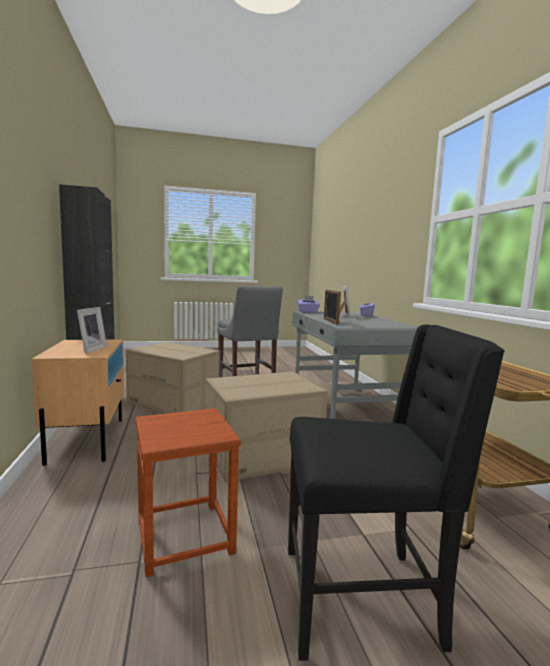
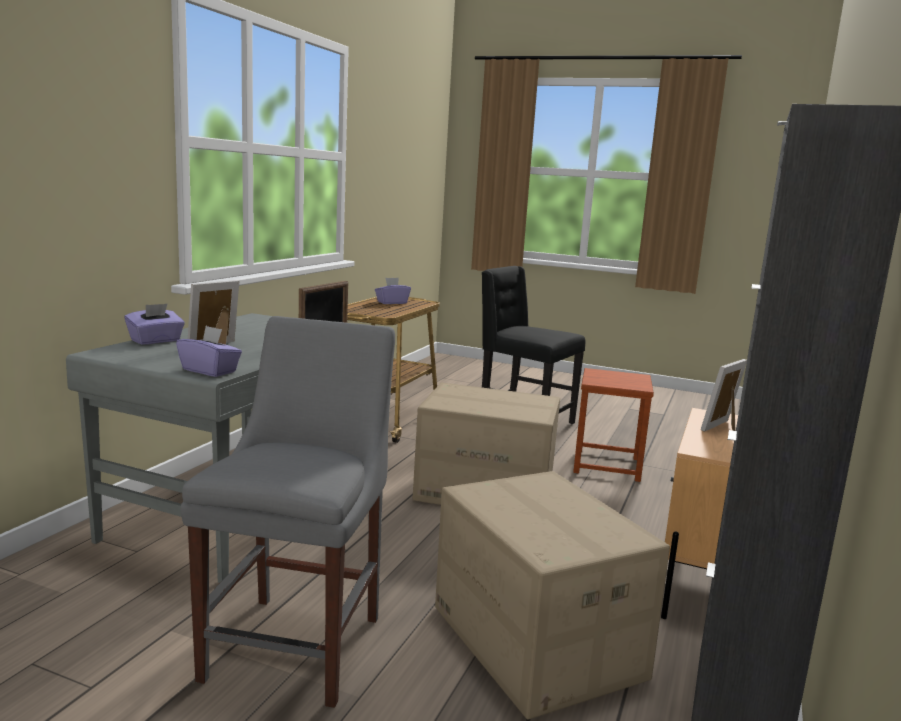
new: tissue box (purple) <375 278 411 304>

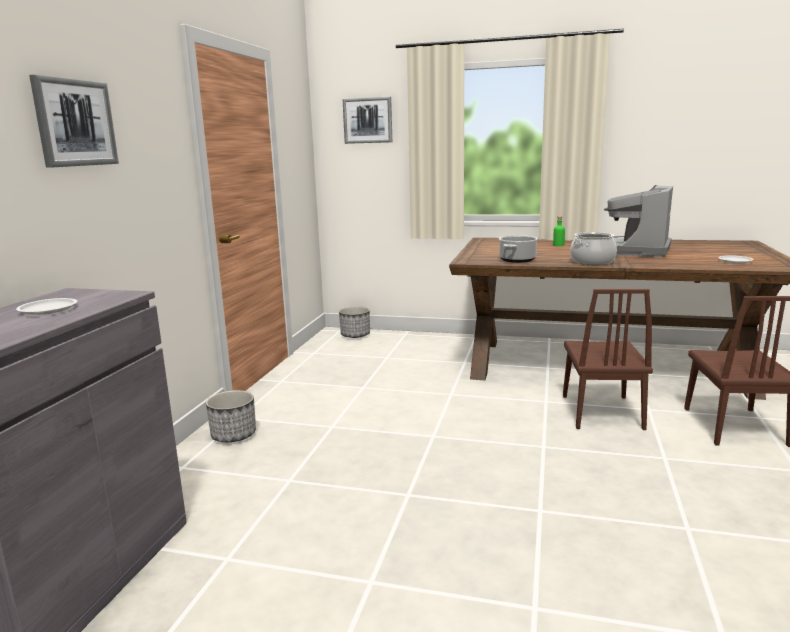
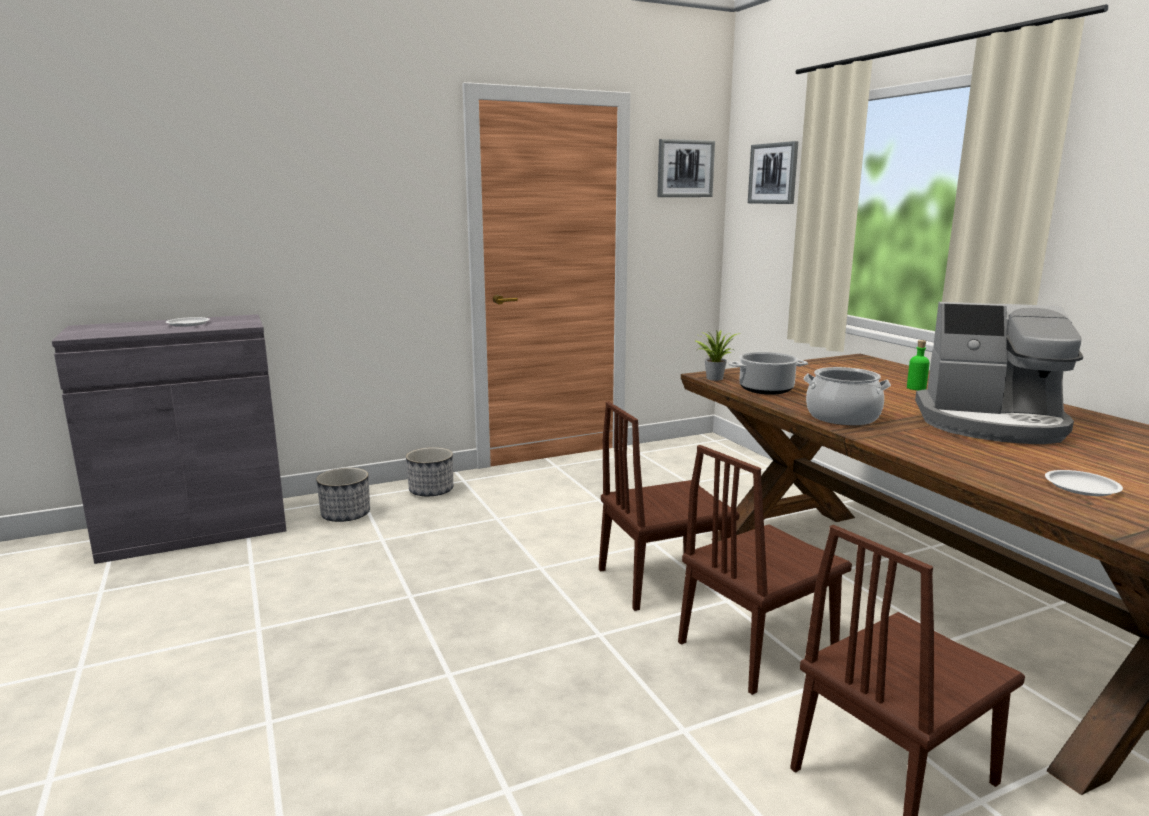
new: chair (brown) <599 401 739 611>; potted plant <694 330 741 381>
shifted: picture <29 75 119 168> to <657 139 715 197>; planter <339 306 370 338> to <316 468 370 522>
rotated: coffee machine <604 185 673 257> = <915 302 1083 444> 150 degrees counterclockwise

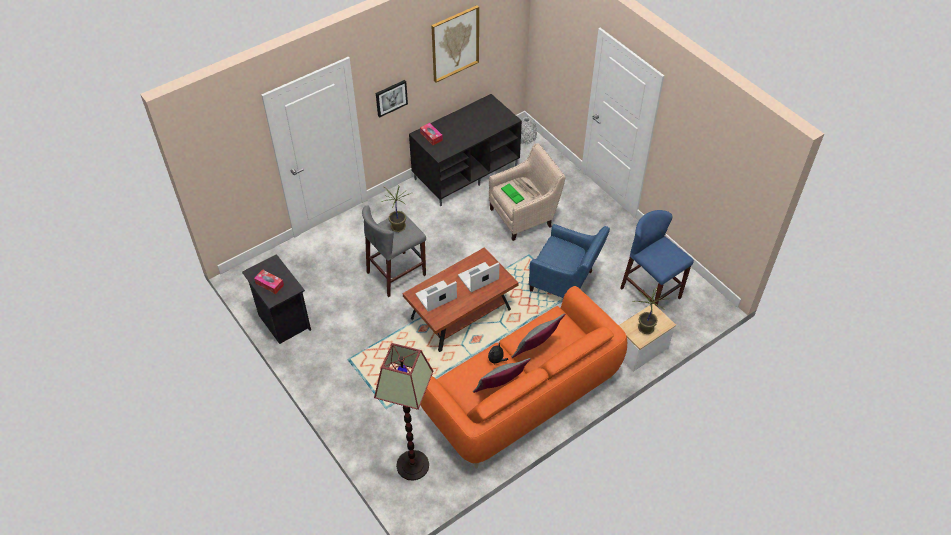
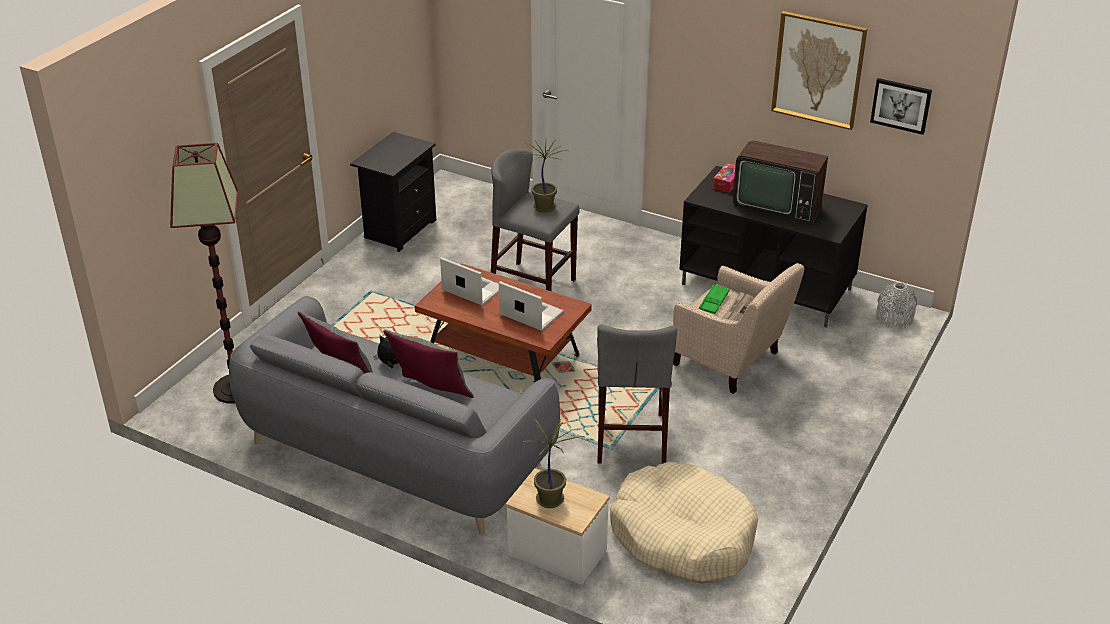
gone: tissue box <254 270 284 294>
new: television <733 141 828 224>
shifted: picture <376 80 408 118> to <870 78 932 135>
swapped: armchair (blue) <529 224 610 298> to stool (grey) <597 324 677 464>; stool (blue) <620 210 694 306> to dog bed (beige) <610 462 758 584>
repainted: sofa (orange) <421 286 627 469> to sofa (grey) <229 296 560 535>

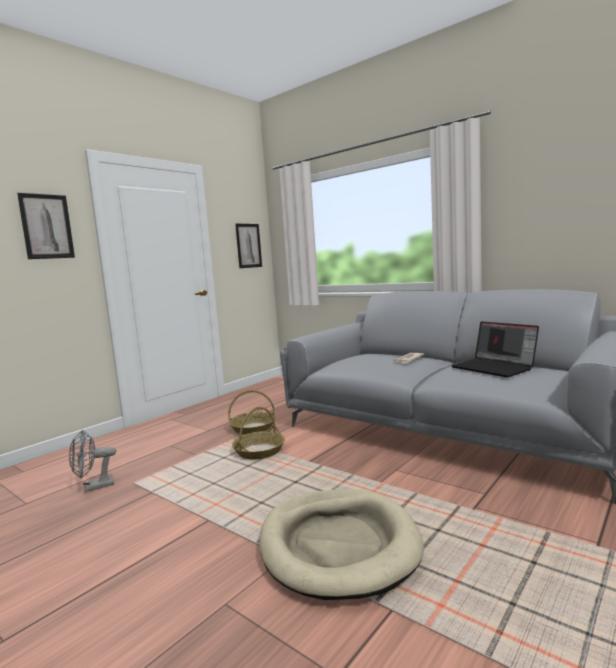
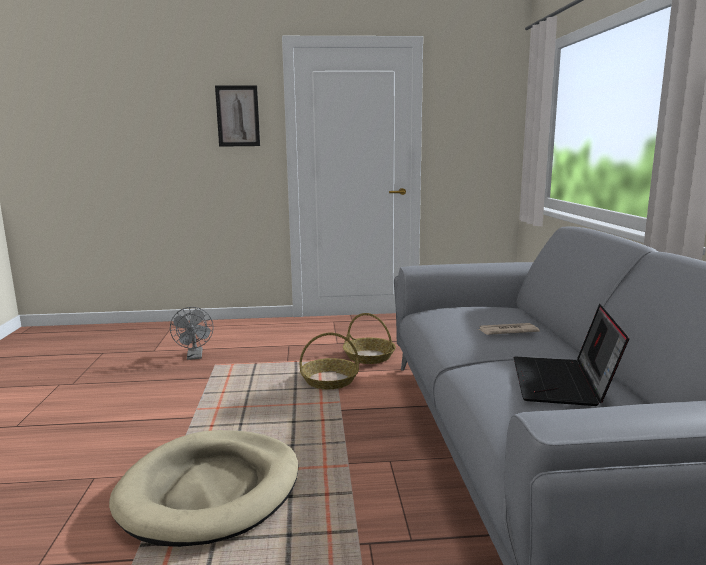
gone: picture <235 224 262 268>
rotated: fan (grey) <69 430 116 492> = <170 307 214 360> 120 degrees counterclockwise

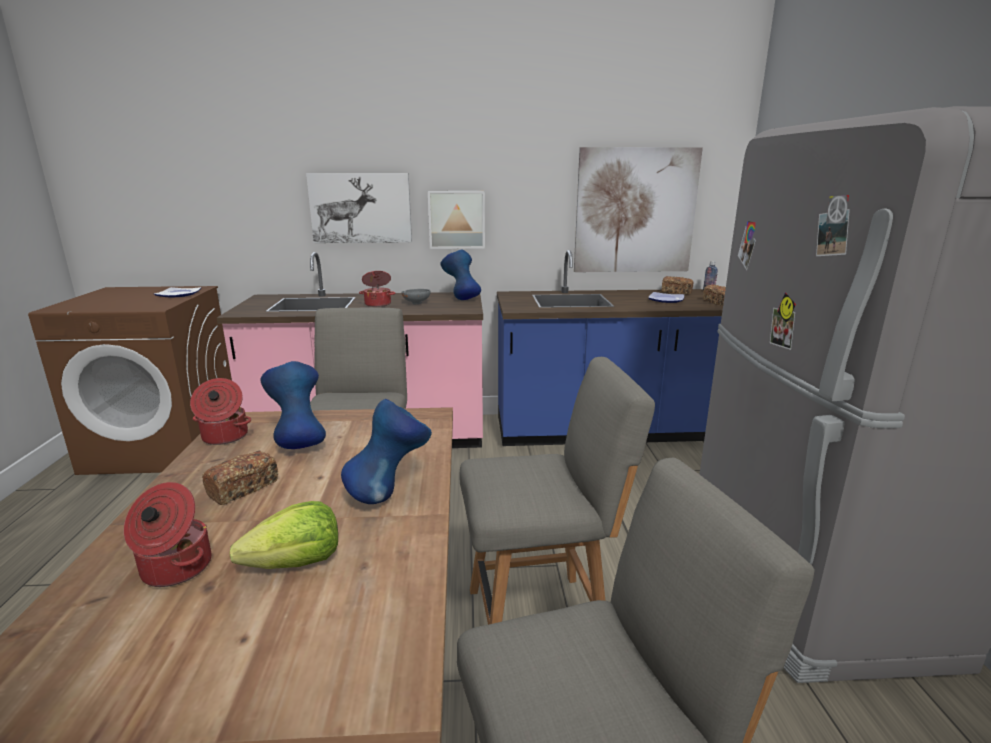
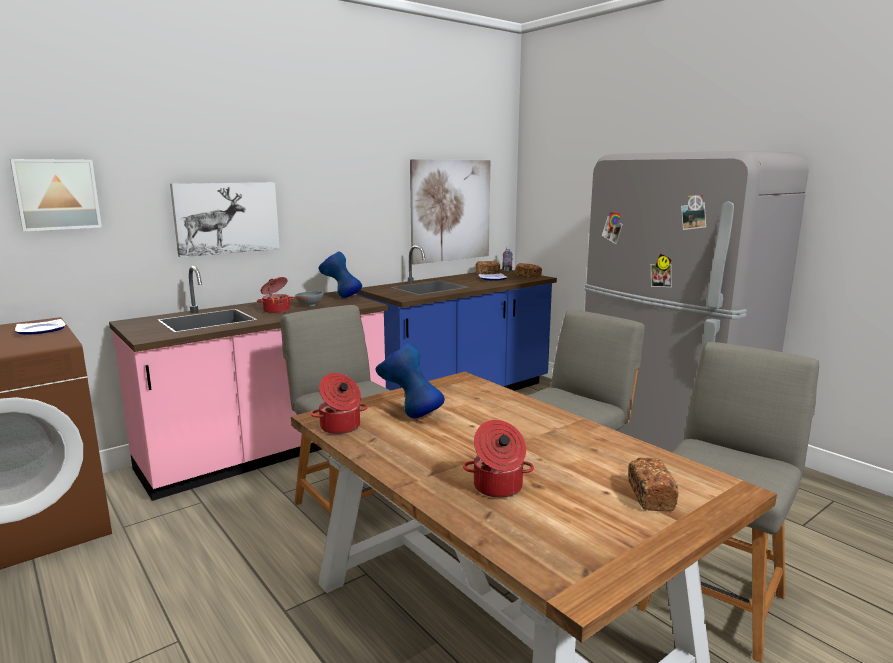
gone: lettuce <229 501 338 569>; vase (blue) <341 399 432 504>
shifted: bread <202 451 279 505> to <628 457 679 512>; picture <428 191 485 249> to <10 159 102 232>

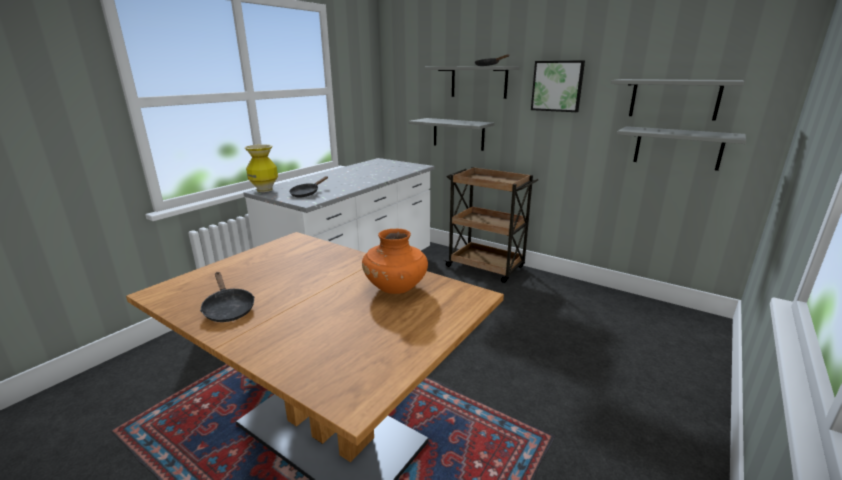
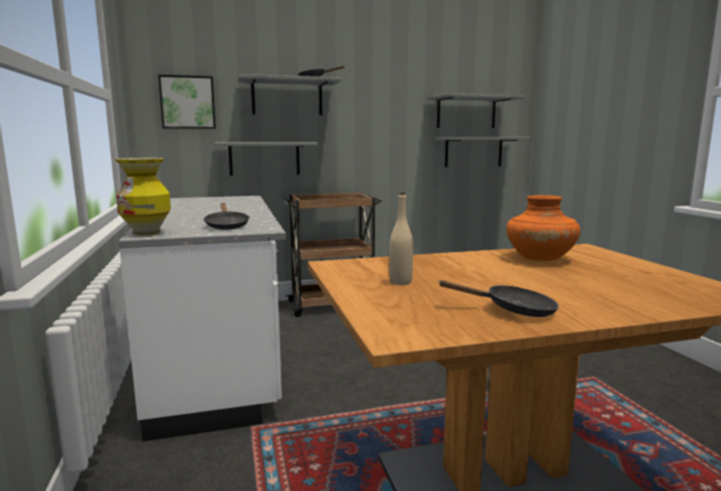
new: bottle (beige) <389 192 413 285>
shifted: picture <531 60 585 112> to <158 75 216 129>

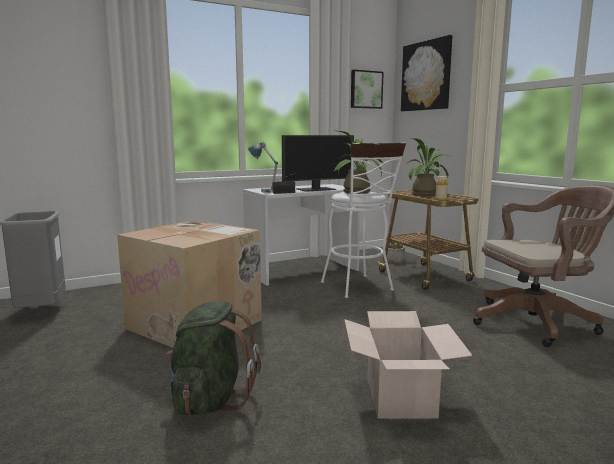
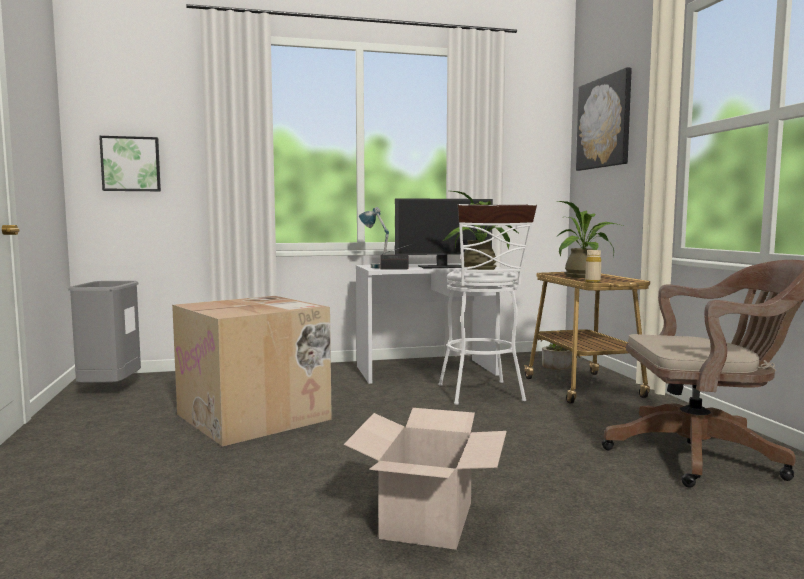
gone: backpack (green) <166 301 261 416>
shifted: picture <351 70 384 109> to <99 136 161 191>

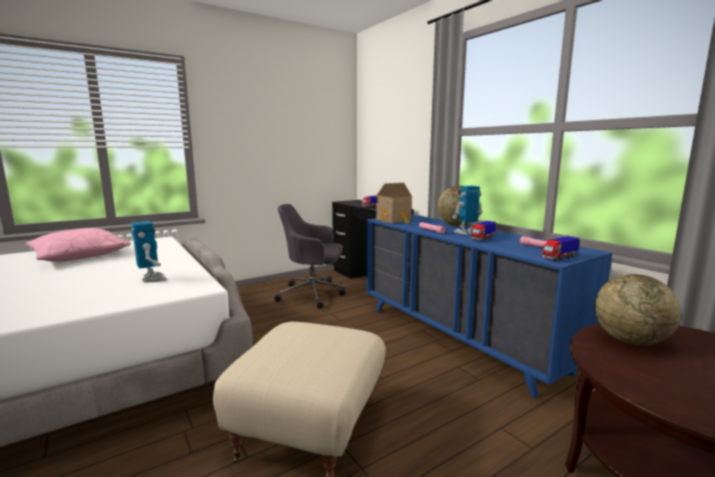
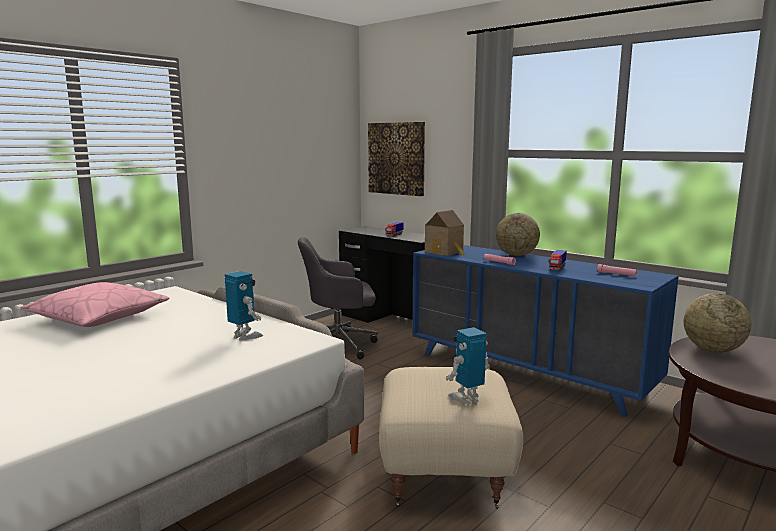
gone: toy truck <542 236 580 261>
new: picture <368 122 425 196>
shifted: toy robot <452 186 483 235> to <446 327 490 404>

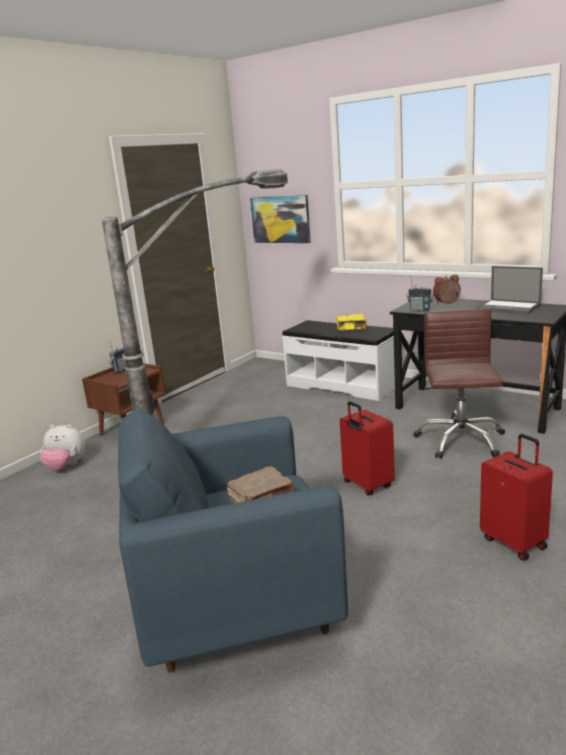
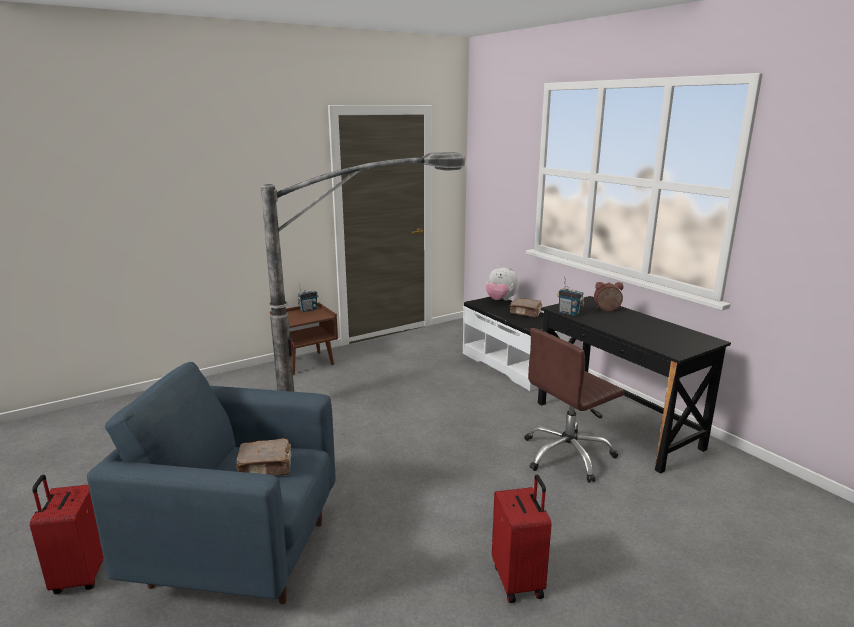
gone: picture <250 195 311 243>; laptop <477 266 543 314>
shifted: plush toy <39 424 85 471> to <486 266 519 301>; suitcase (red) <340 401 395 496> to <30 475 104 594>
repainted: book (yellow) <336 314 367 331> to book (brown) <510 298 542 318>
rotated: office chair (brown) <414 308 505 459> = <524 328 624 483> 150 degrees counterclockwise

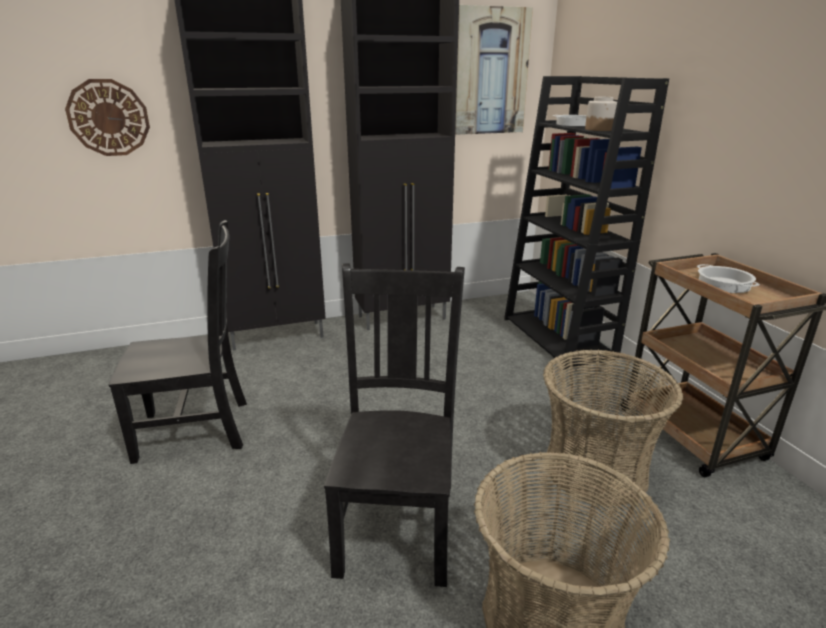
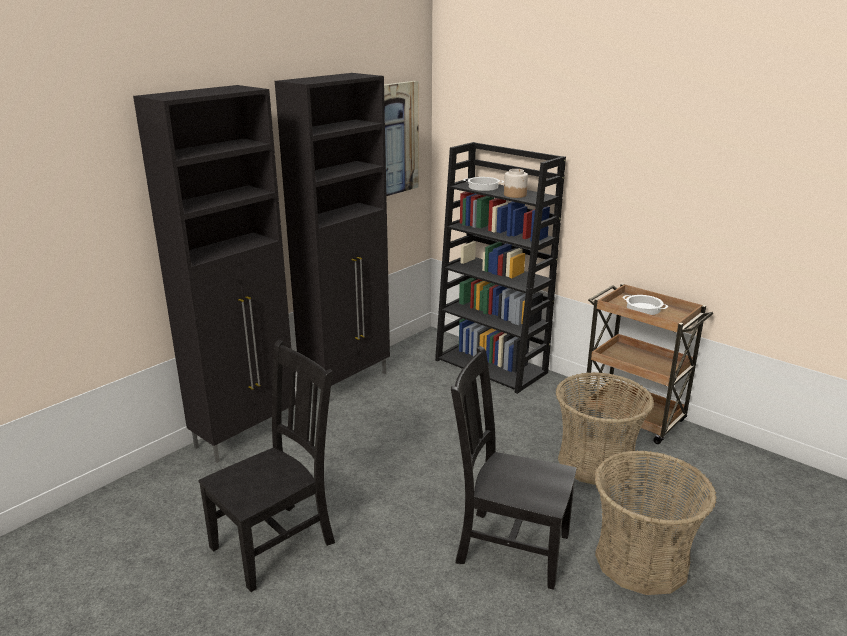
gone: wall clock <65 79 150 156>
rotated: chair (black) <324 263 465 587> = <451 346 577 590> 45 degrees counterclockwise

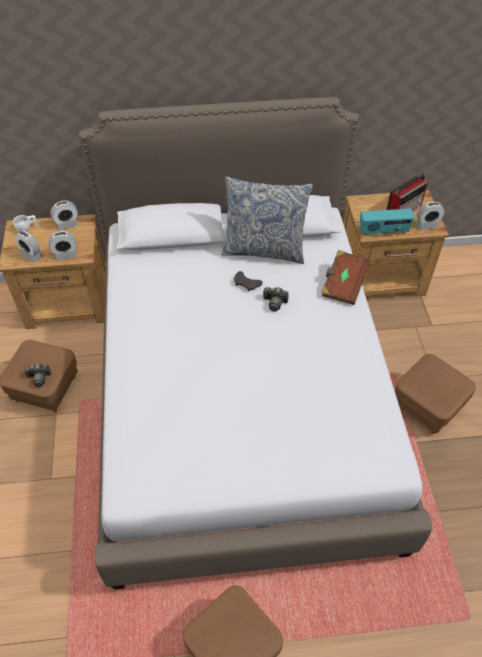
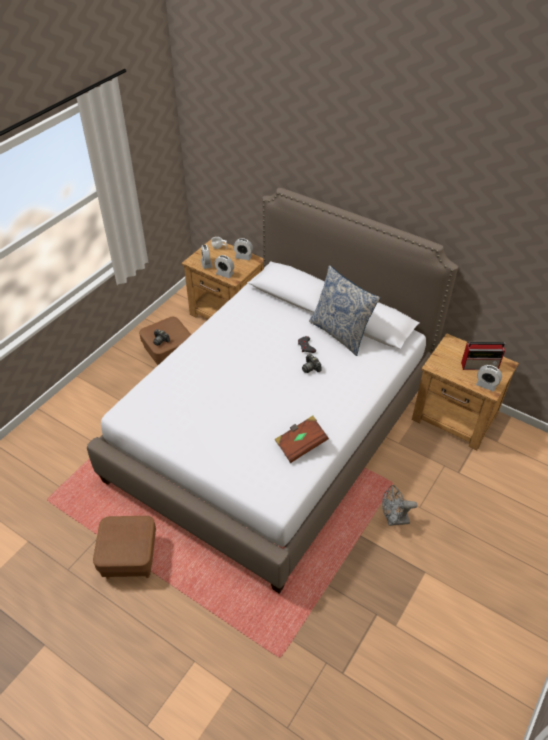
gone: radio <360 209 415 236>
shifted: book (brown) <321 250 370 305> to <275 416 329 463>
swapped: ottoman (brown) <395 354 476 434> to fan (grey) <382 485 417 526>

